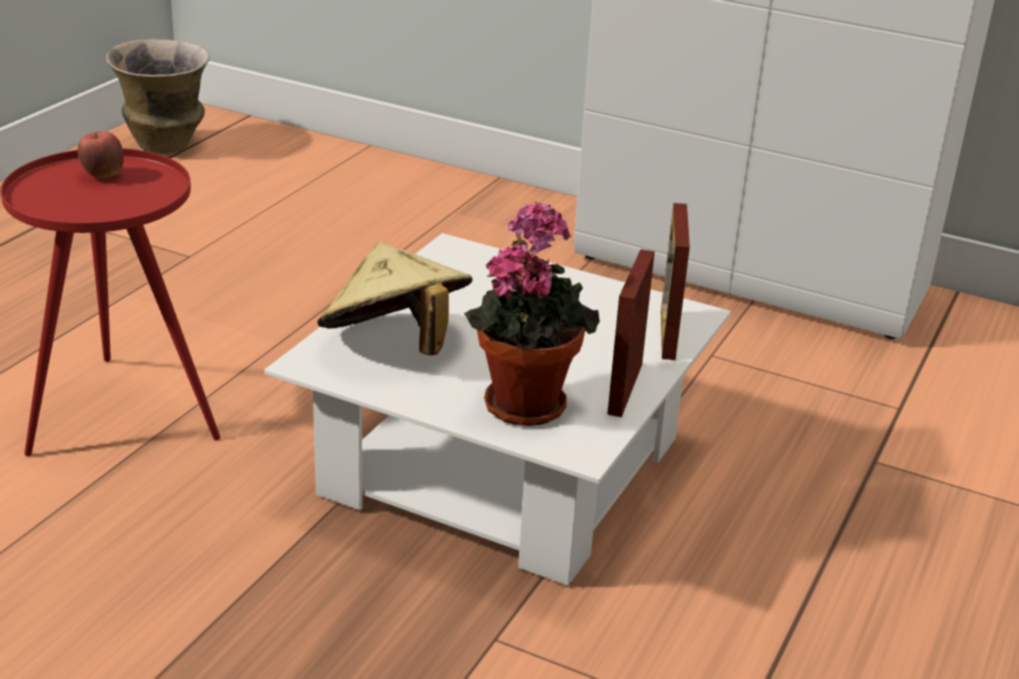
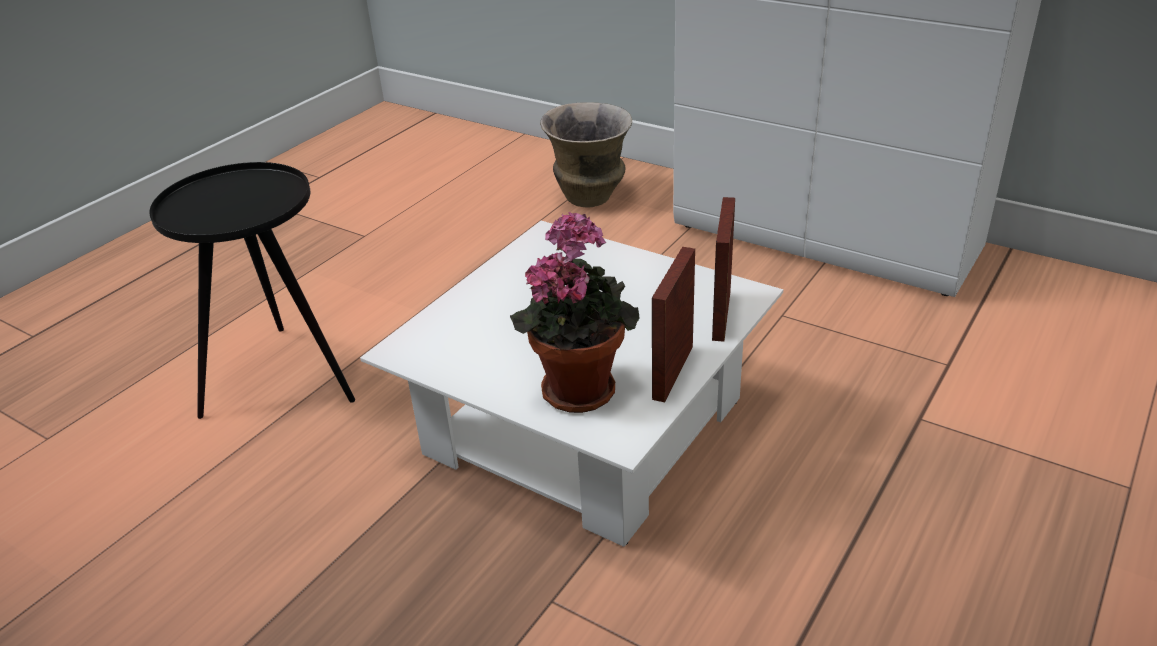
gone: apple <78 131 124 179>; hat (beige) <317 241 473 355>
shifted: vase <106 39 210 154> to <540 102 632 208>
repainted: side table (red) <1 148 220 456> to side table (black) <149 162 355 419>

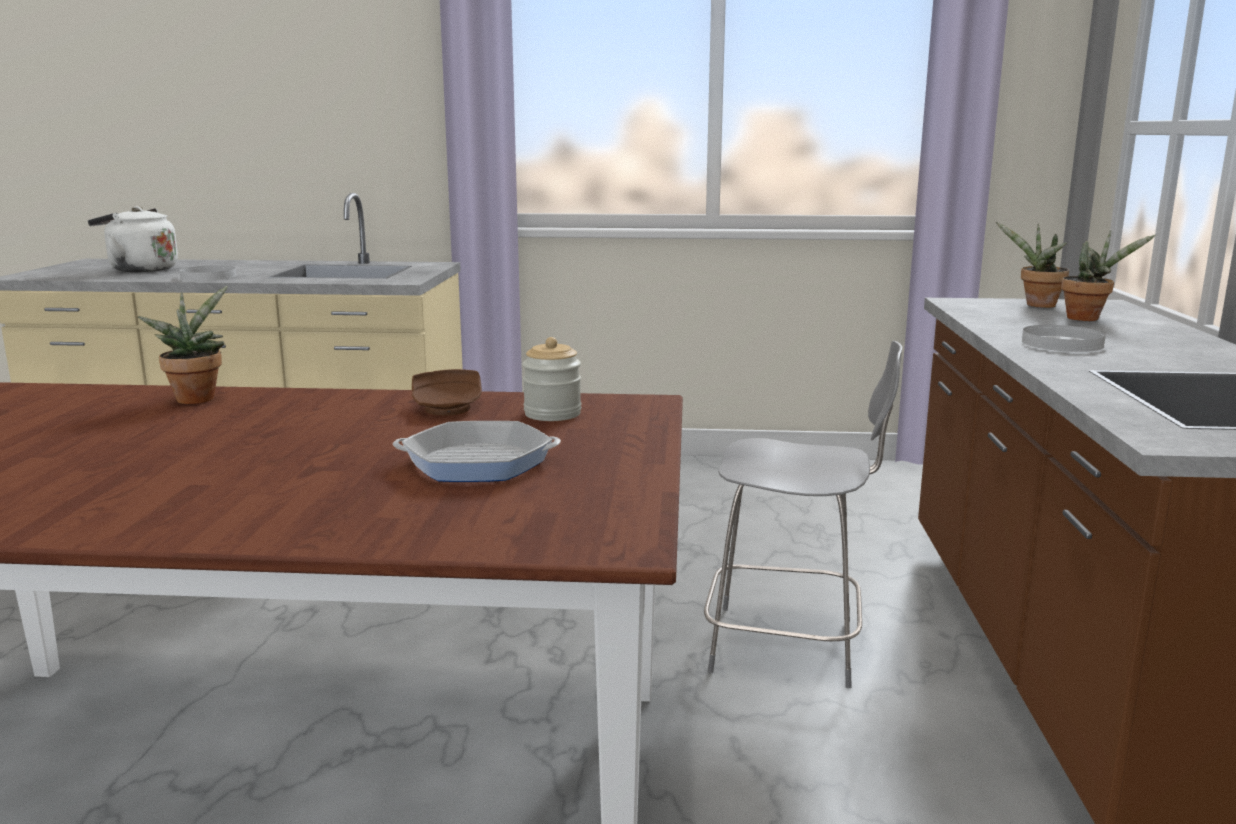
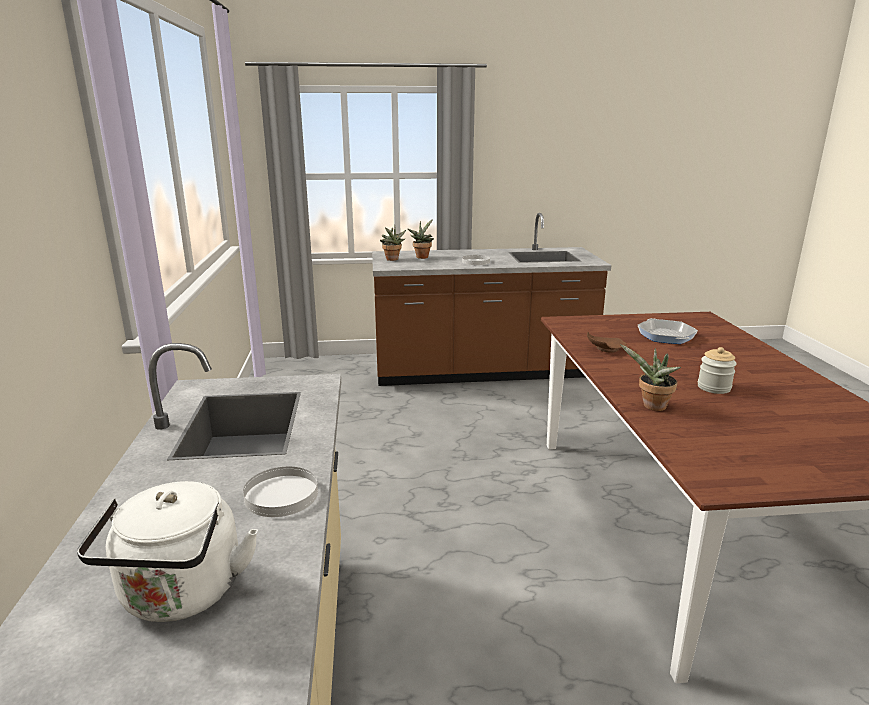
gone: chair (grey) <704 341 902 688>
shifted: jar <522 337 581 421> to <698 347 737 394>

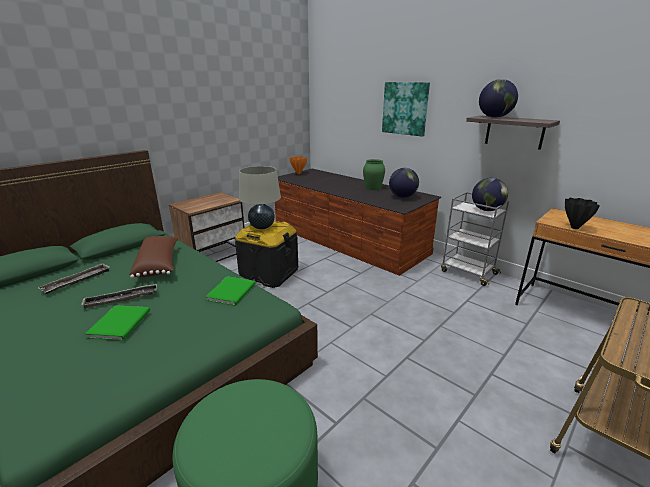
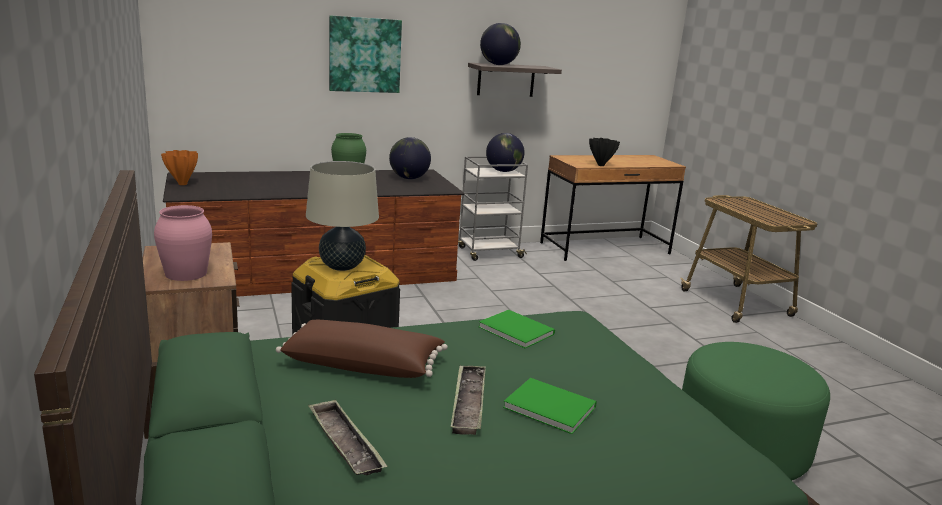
new: vase (pink) <154 205 212 281>

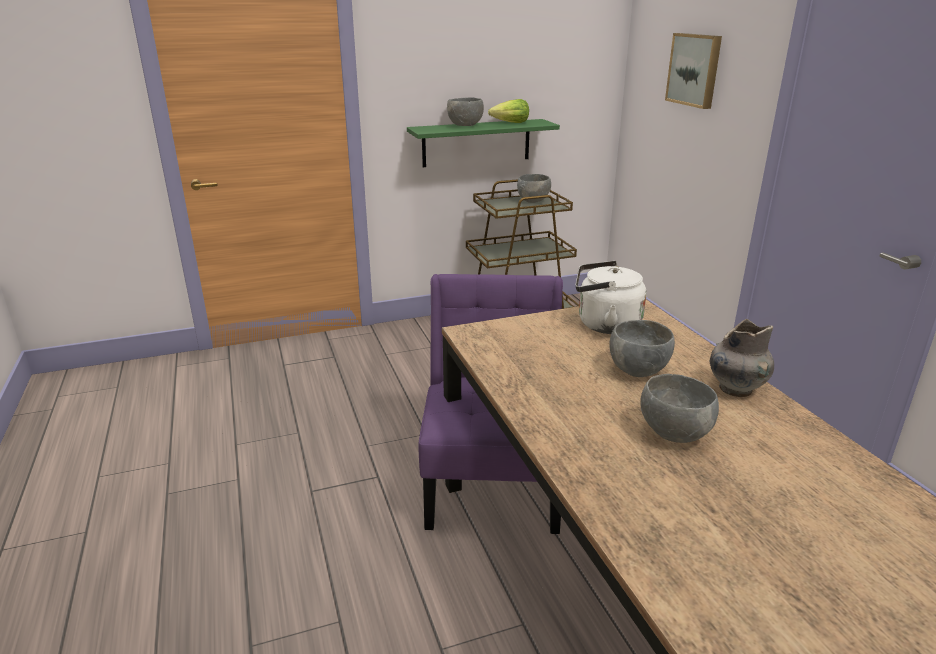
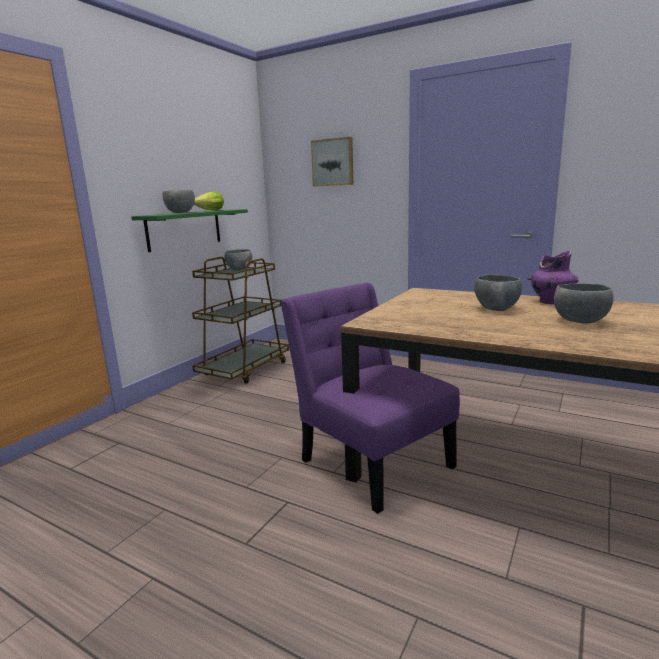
gone: kettle (white) <576 261 647 334>
repainted: vase (grey) <710 319 774 397> to vase (purple) <527 251 579 304>

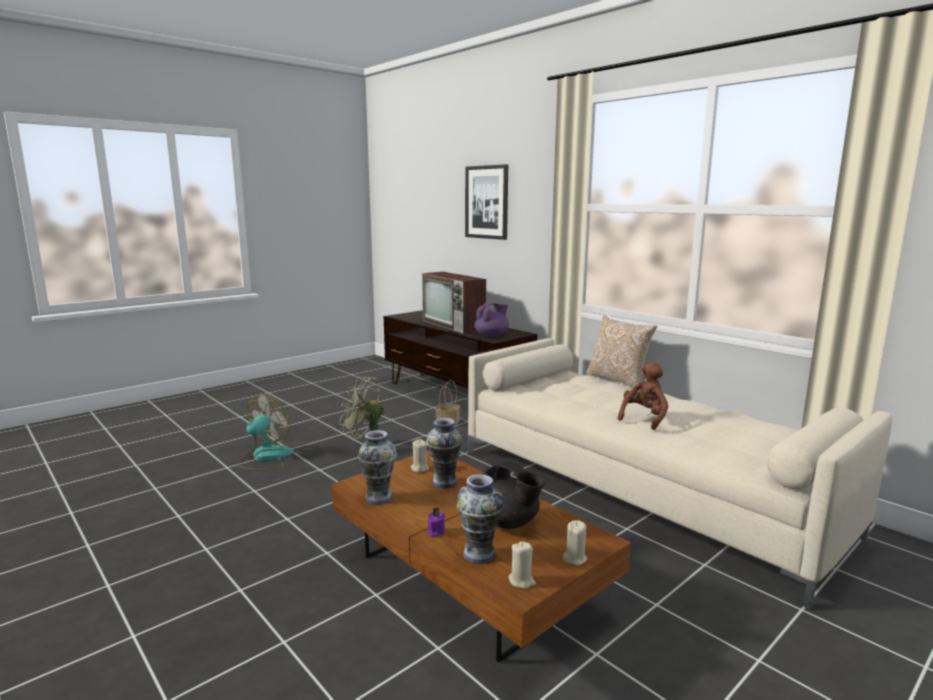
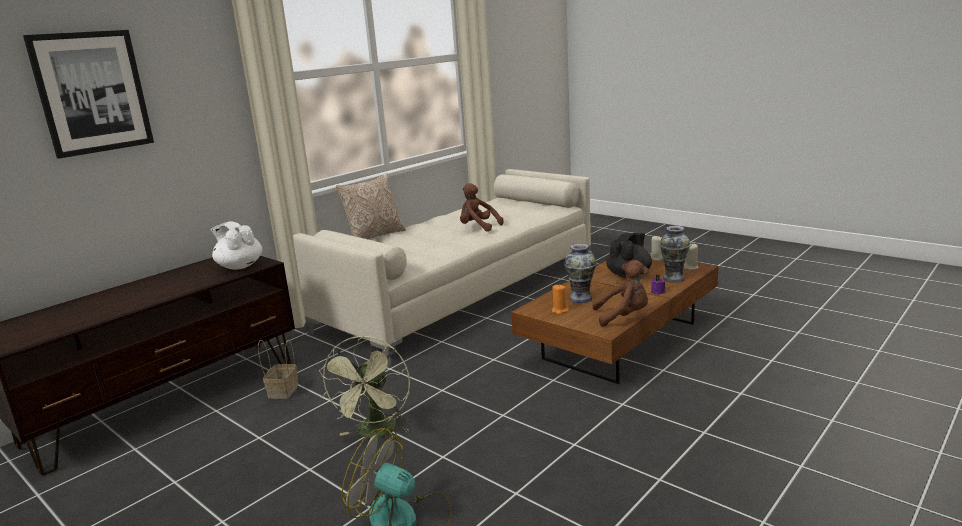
gone: television <422 272 486 334>
swapped: vase <358 430 397 505> to plush toy (brown) <593 260 649 327>
repainted: candle (beige) <410 439 429 472> to candle (orange) <552 284 569 314>; teapot (purple) <475 303 509 337> to teapot (white) <210 221 262 270>

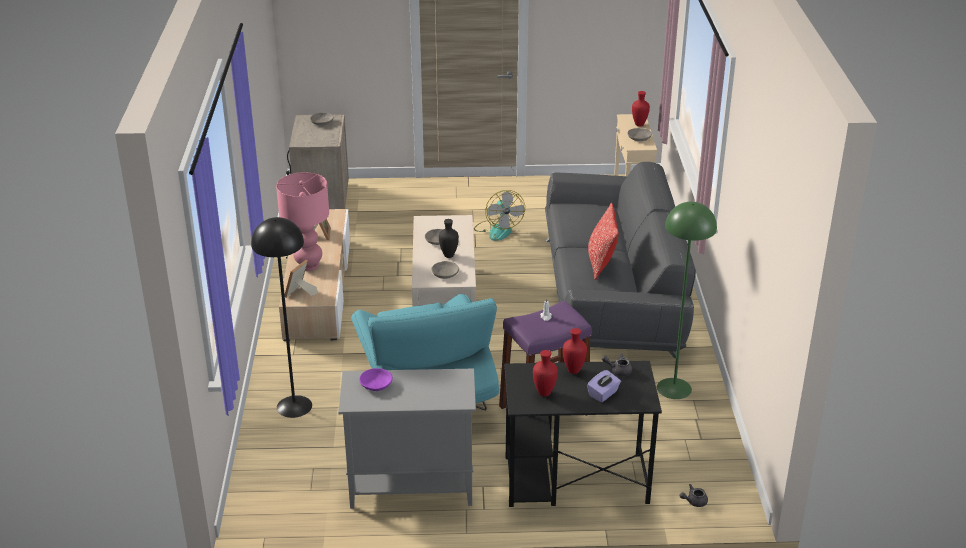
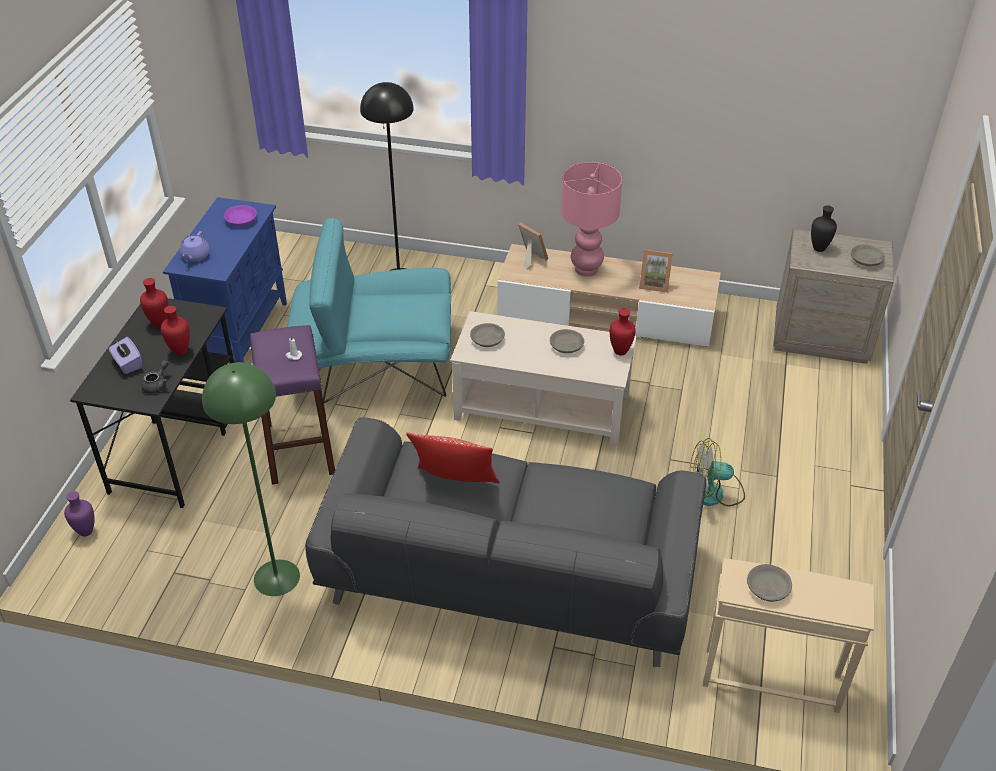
new: teapot (purple) <180 231 210 262>
shifted: vase (black) <439 219 459 258> to <811 205 837 252>; vase (red) <632 91 650 127> to <610 309 636 356>
swapped: teapot (grey) <680 484 708 507> to vase (purple) <64 491 95 536>
repainted: cabinet (grey) <338 369 476 509> to cabinet (blue) <163 197 287 363>

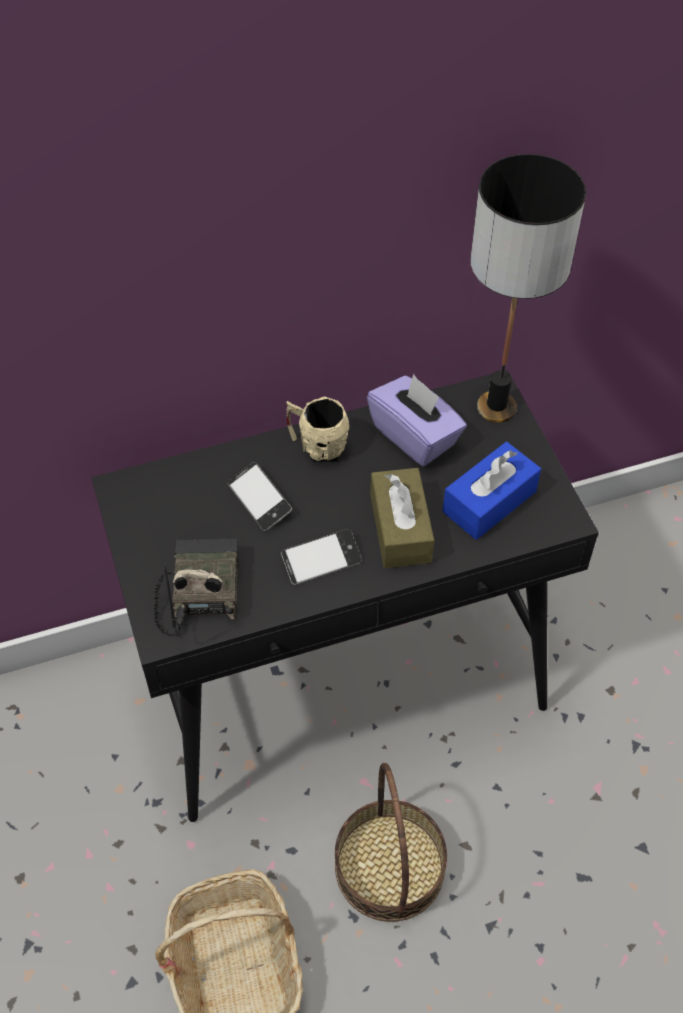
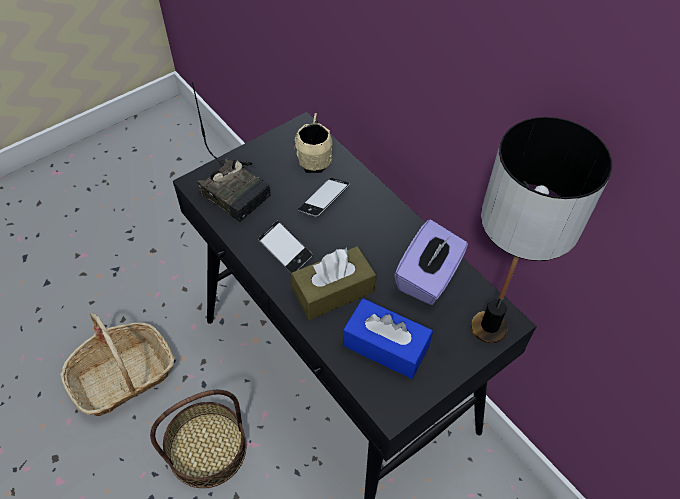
shifted: mug (beige) <286 396 350 462> to <294 113 333 173>
rotated: radio <154 538 239 637> = <192 82 271 222> 60 degrees clockwise

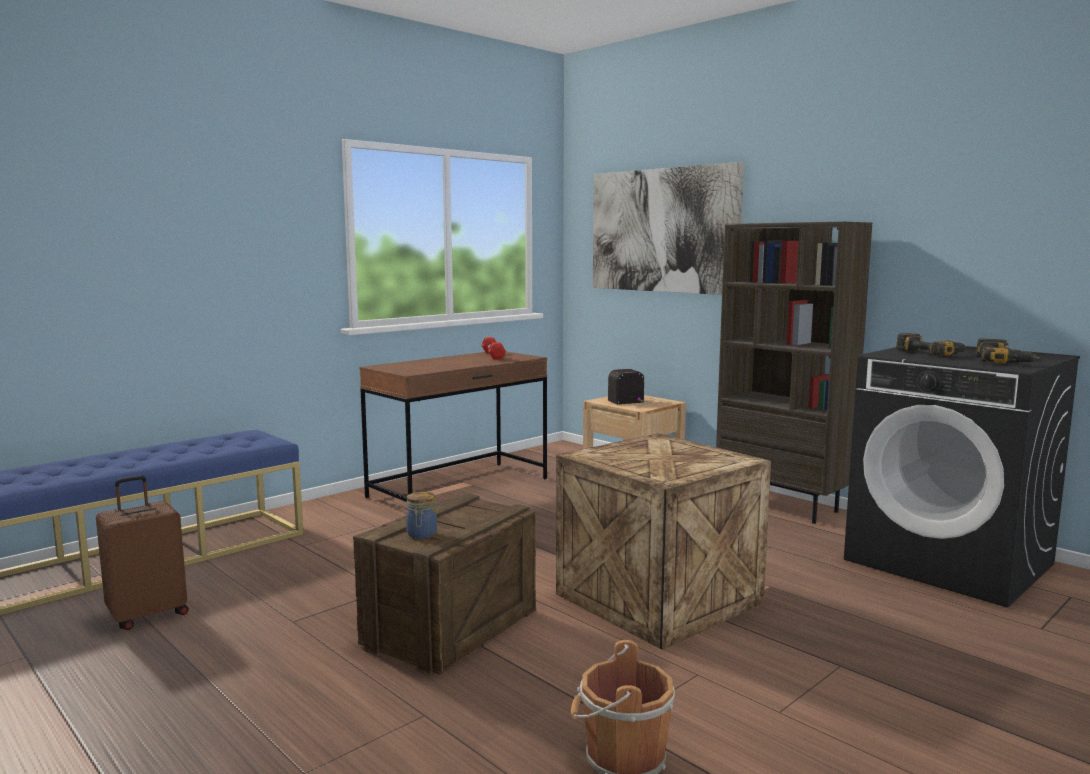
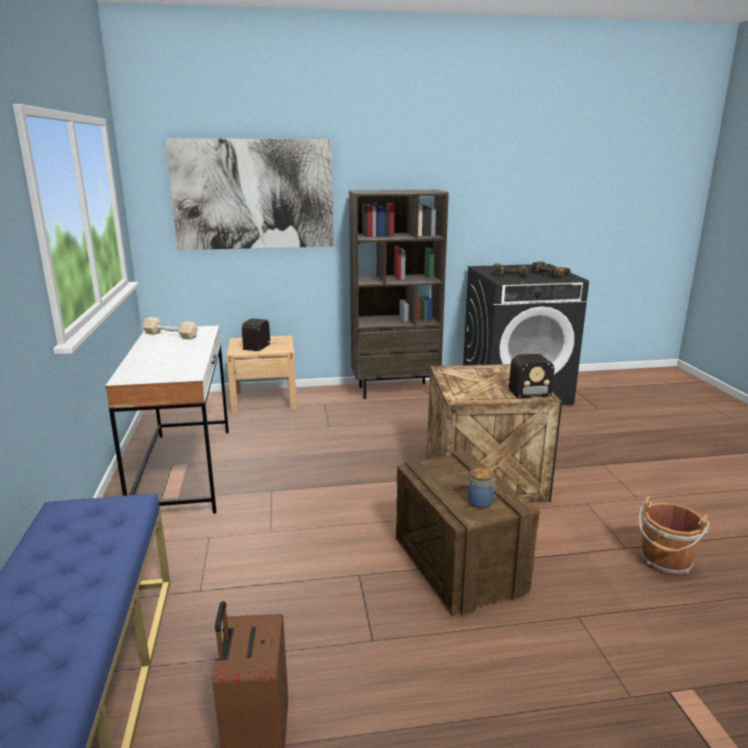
new: radio <487 354 554 400>
repainted: desk (brown) <359 352 547 502> to desk (white) <105 326 229 514>; dumbbell (red) <481 337 506 360> to dumbbell (beige) <142 317 198 340>

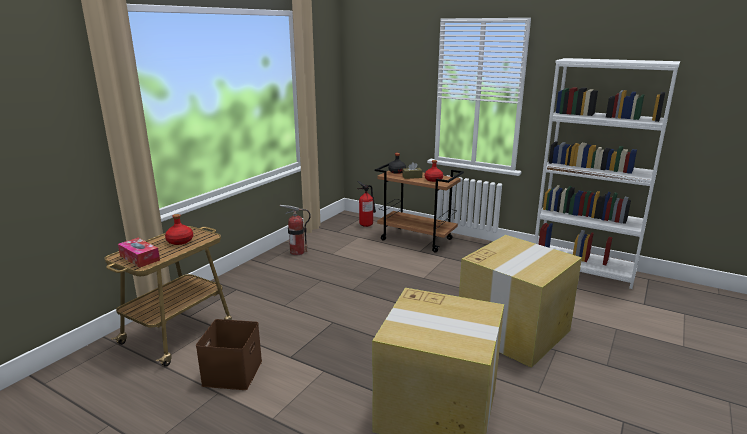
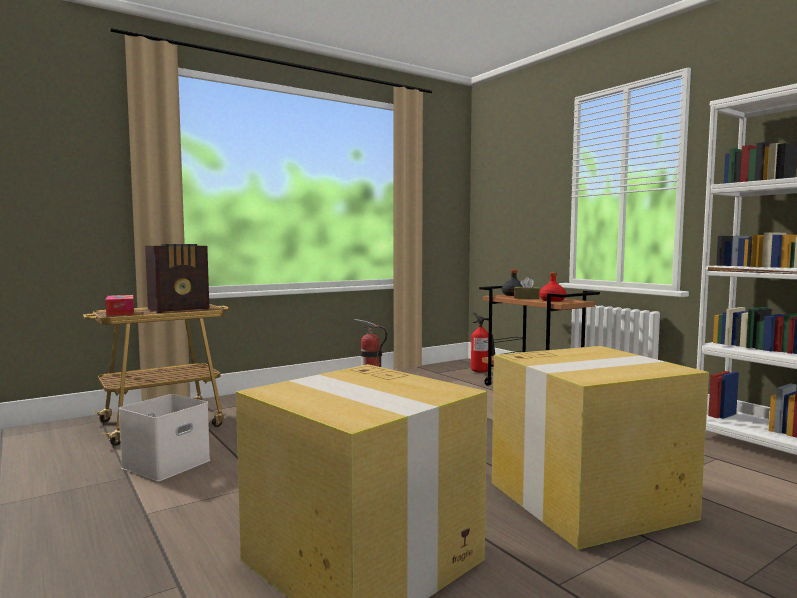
swapped: bottle (red) <165 214 193 245> to radio <145 244 209 313>
repainted: storage box (brown) <196 319 262 390> to storage box (white) <118 394 210 482>

